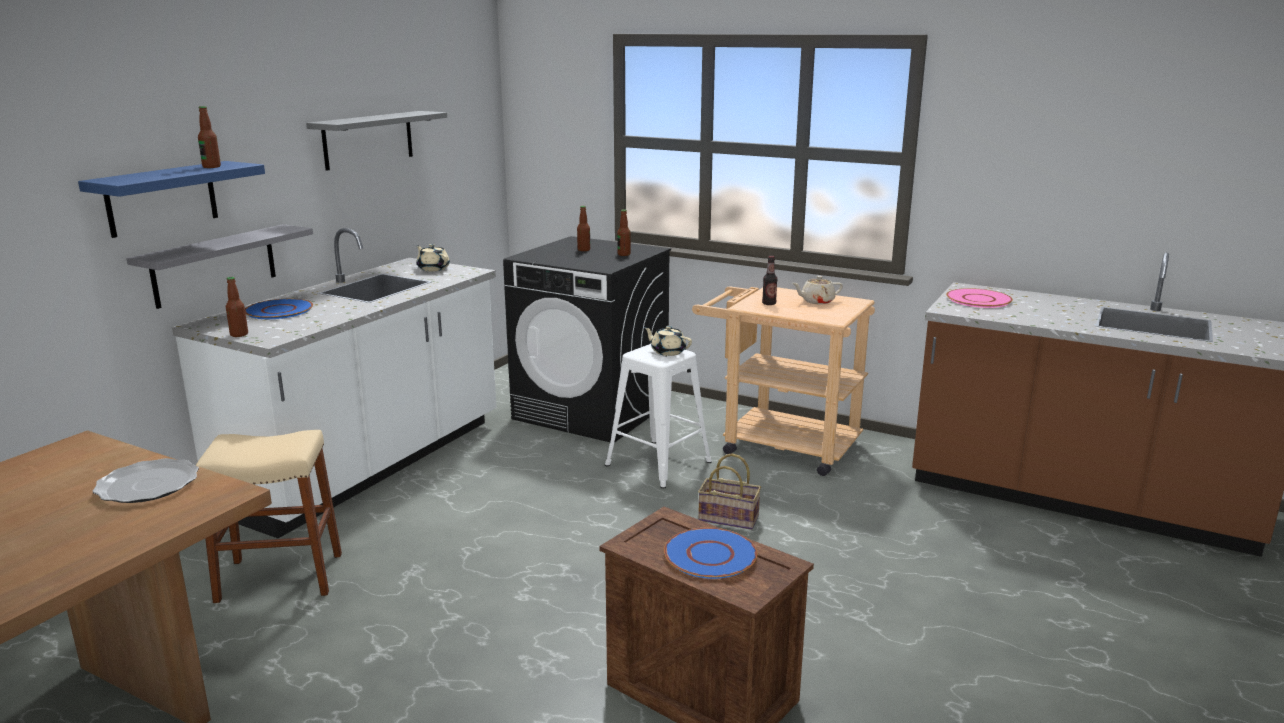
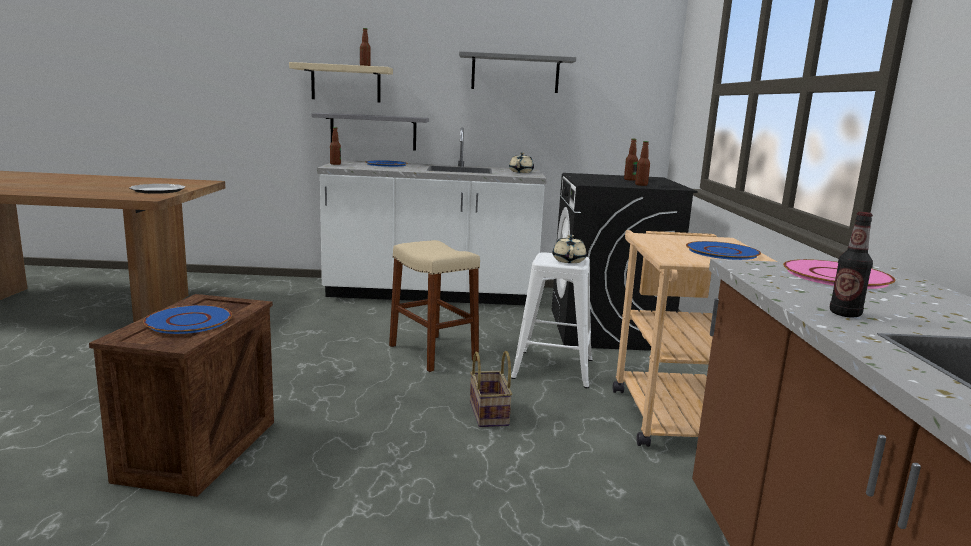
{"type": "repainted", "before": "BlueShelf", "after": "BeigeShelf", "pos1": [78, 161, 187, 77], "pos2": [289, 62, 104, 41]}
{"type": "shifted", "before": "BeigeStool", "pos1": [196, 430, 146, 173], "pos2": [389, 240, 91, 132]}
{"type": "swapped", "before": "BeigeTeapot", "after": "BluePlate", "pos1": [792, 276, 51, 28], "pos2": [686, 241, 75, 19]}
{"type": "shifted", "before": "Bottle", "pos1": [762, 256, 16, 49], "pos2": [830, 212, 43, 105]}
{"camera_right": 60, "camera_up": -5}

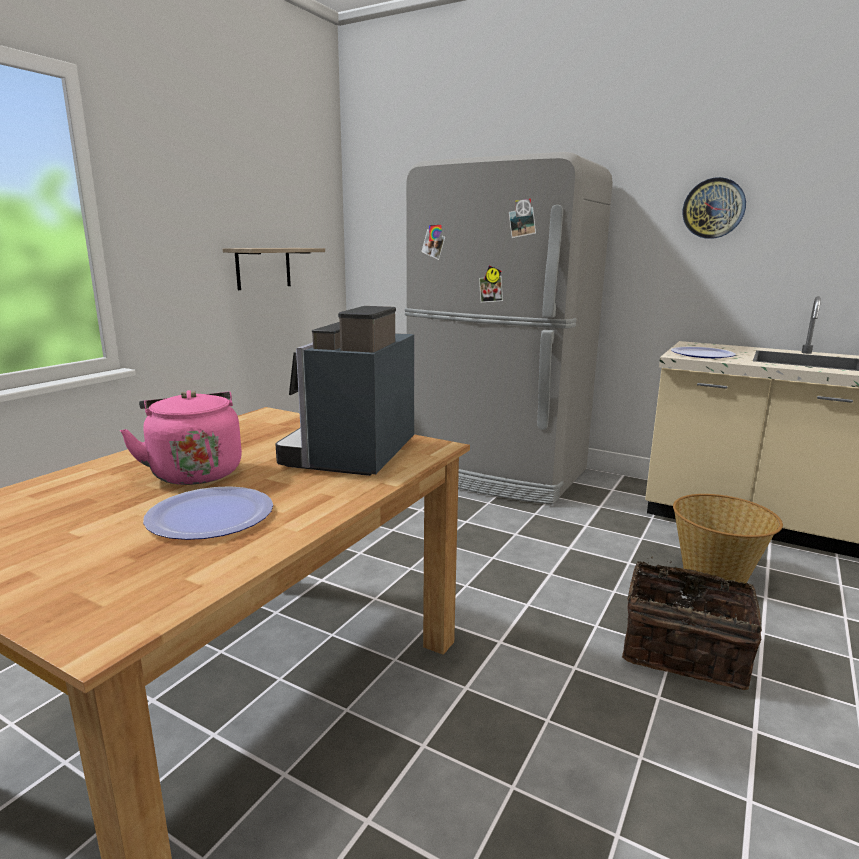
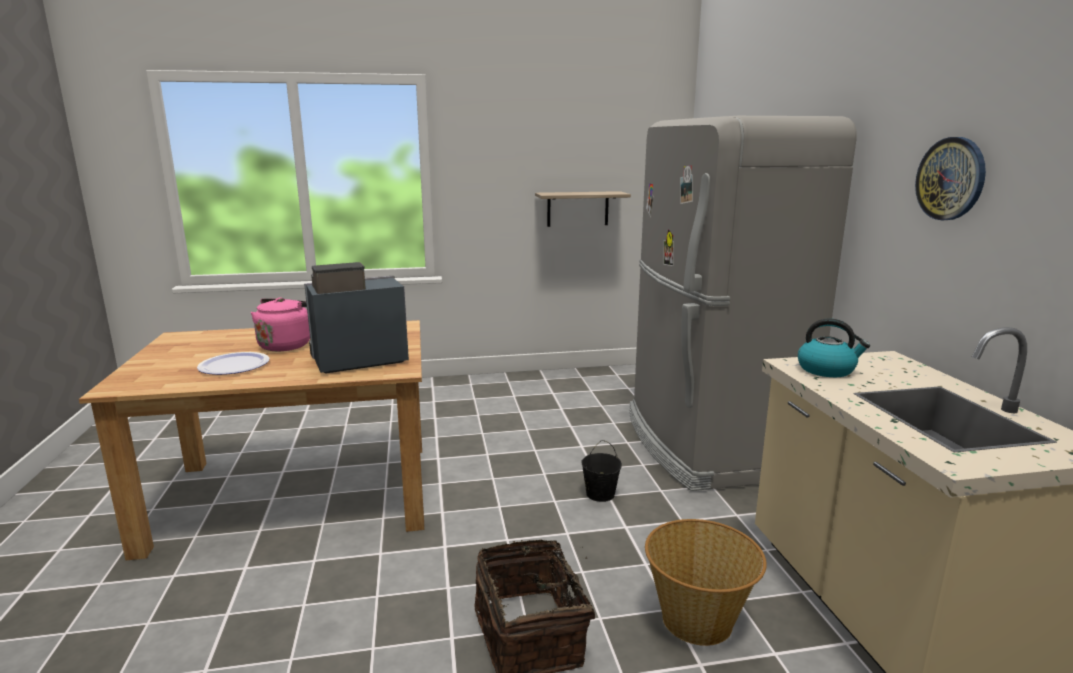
{"type": "new", "after": "BlackBucket", "pos2": [581, 440, 41, 62]}
{"type": "swapped", "before": "Plate", "after": "Kettle", "pos1": [671, 347, 65, 11], "pos2": [798, 318, 72, 59]}
{"camera_right": 50, "camera_up": 0}

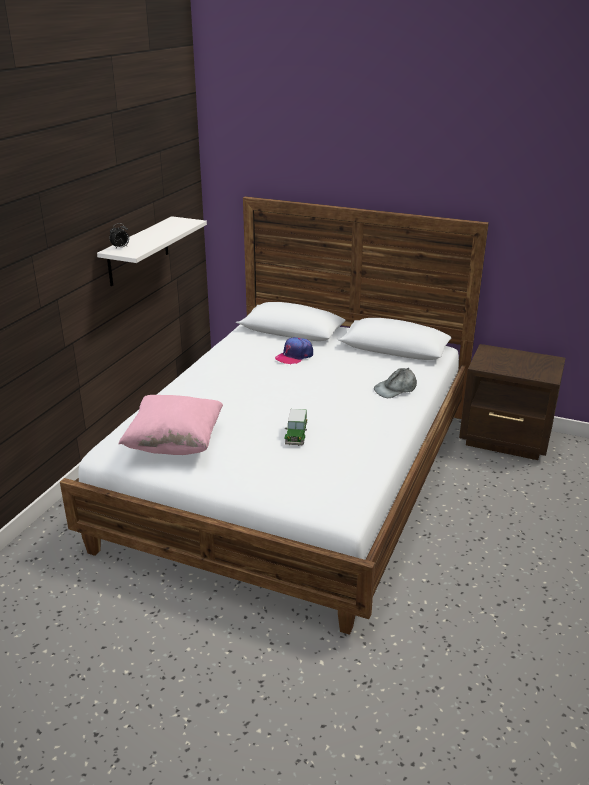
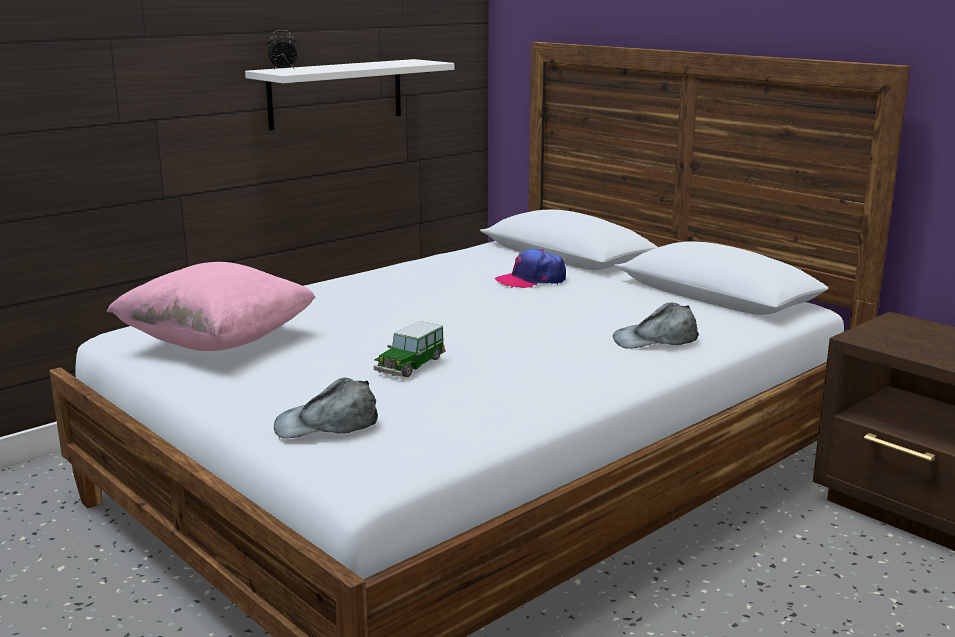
{"type": "new", "after": "GreyCap", "pos2": [274, 378, 104, 61]}
{"camera_right": 25, "camera_up": -10}

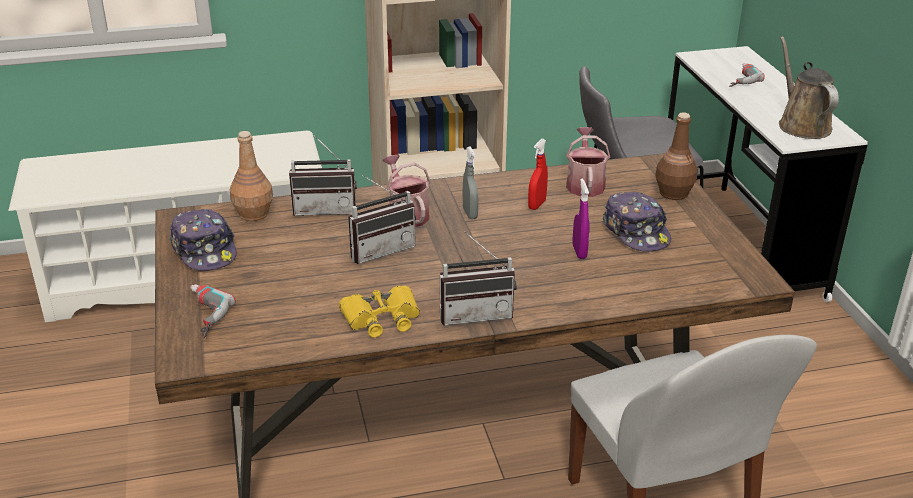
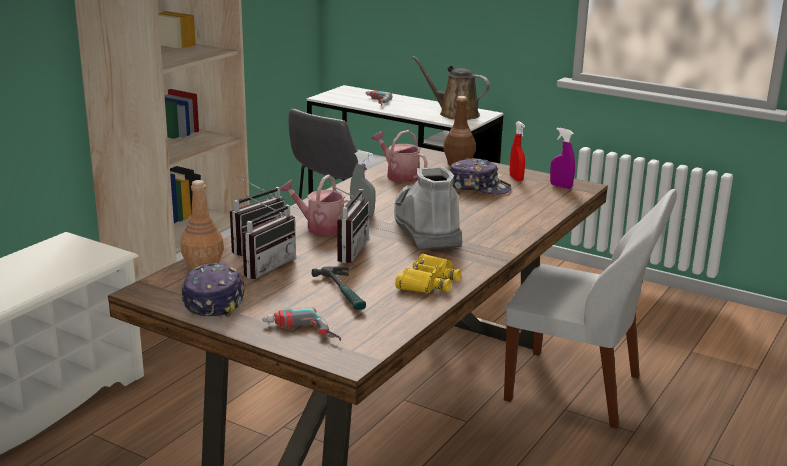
{"type": "rotated", "before": "Cap", "pos1": [169, 209, 68, 62], "pos2": [181, 263, 65, 54], "turn": -105}
{"type": "shifted", "before": "Radio", "pos1": [440, 231, 77, 94], "pos2": [242, 194, 54, 85]}
{"type": "new", "after": "Hammer", "pos2": [312, 266, 54, 44]}
{"type": "new", "after": "GreyBoot", "pos2": [394, 167, 68, 83]}
{"type": "shifted", "before": "RedSprayBottle", "pos1": [528, 139, 20, 71], "pos2": [510, 121, 15, 60]}
{"type": "shifted", "before": "PurpleSprayBottle", "pos1": [573, 178, 16, 81], "pos2": [550, 128, 25, 61]}
{"camera_right": -45, "camera_up": -10}

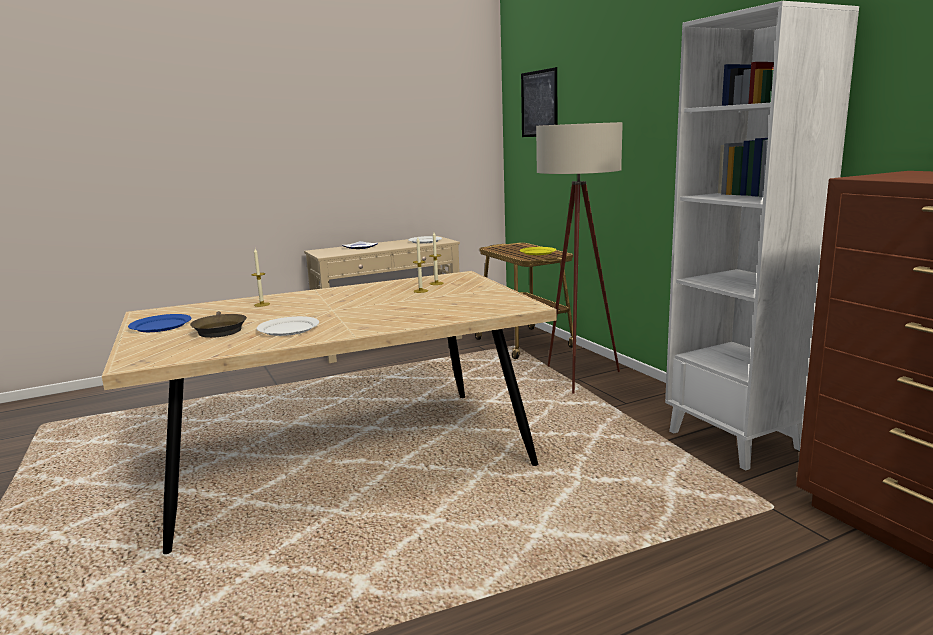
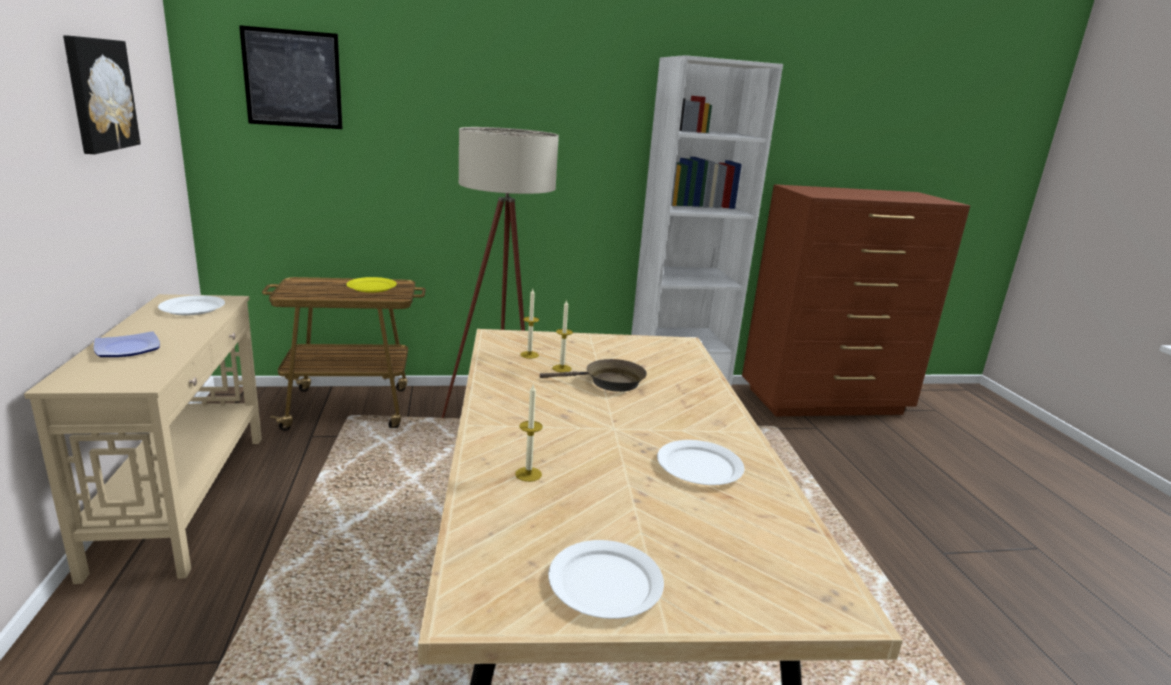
{"type": "new", "after": "Picture", "pos2": [63, 35, 78, 119]}
{"type": "shifted", "before": "BrownFryingPan", "pos1": [190, 311, 57, 27], "pos2": [540, 359, 107, 33]}
{"type": "repainted", "before": "BluePlate", "after": "WhitePlate", "pos1": [128, 314, 64, 18], "pos2": [548, 540, 116, 79]}
{"camera_right": -75, "camera_up": 5}

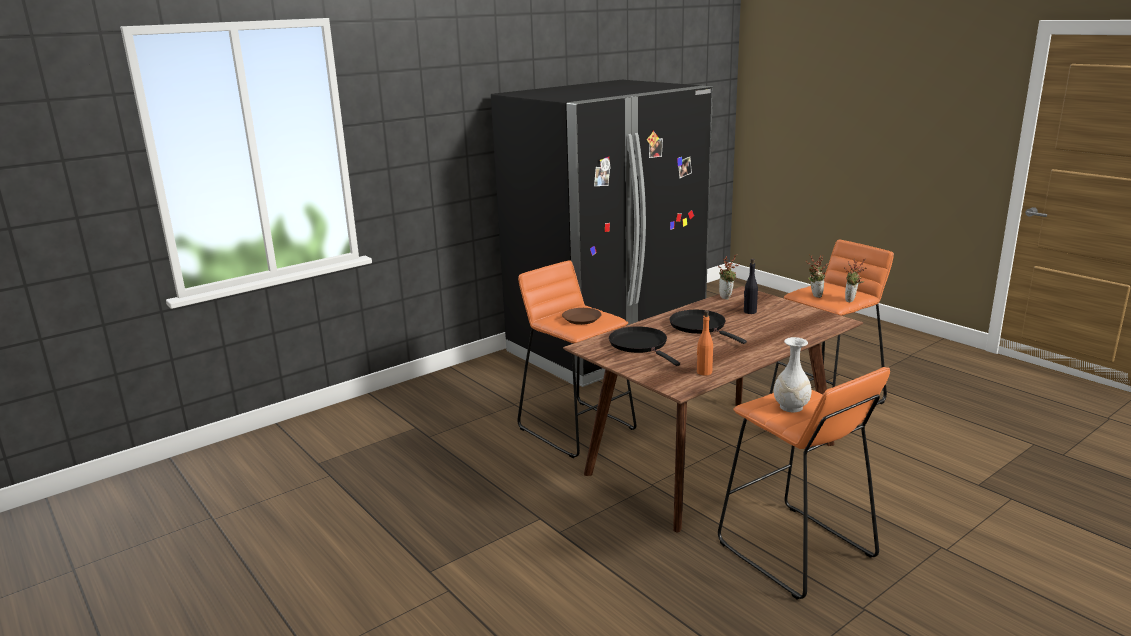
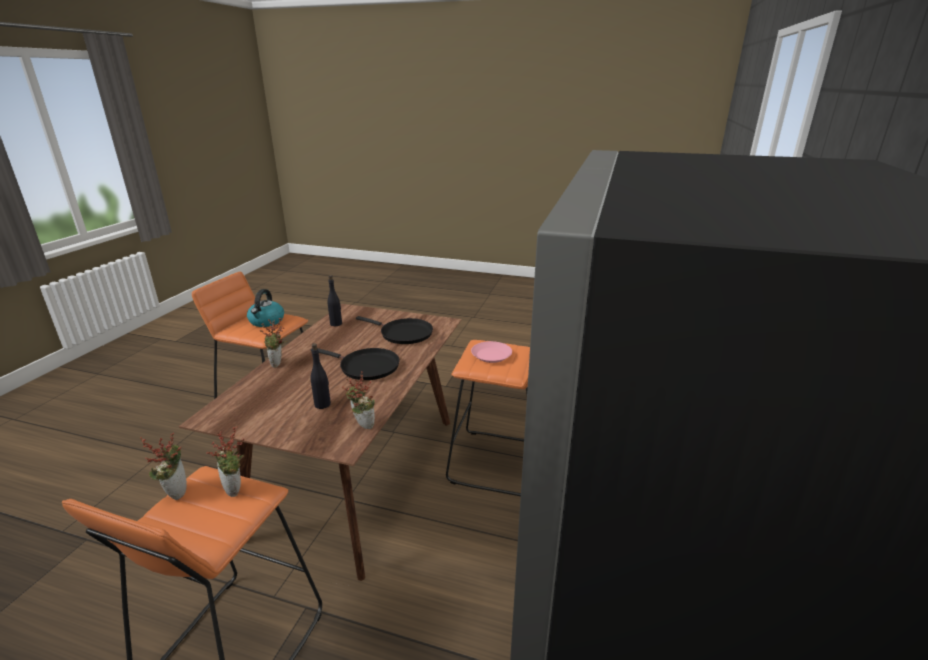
{"type": "swapped", "before": "WhiteVase", "after": "Kettle", "pos1": [774, 337, 38, 75], "pos2": [247, 289, 37, 38]}
{"type": "new", "after": "PottedPlant", "pos2": [260, 317, 27, 50]}
{"type": "repainted", "before": "OrangeBottle", "after": "BlackBottle", "pos1": [697, 310, 16, 65], "pos2": [327, 275, 15, 51]}
{"type": "repainted", "before": "BrownPlate", "after": "PinkPlate", "pos1": [562, 308, 40, 17], "pos2": [471, 341, 41, 22]}
{"camera_right": 145, "camera_up": 5}

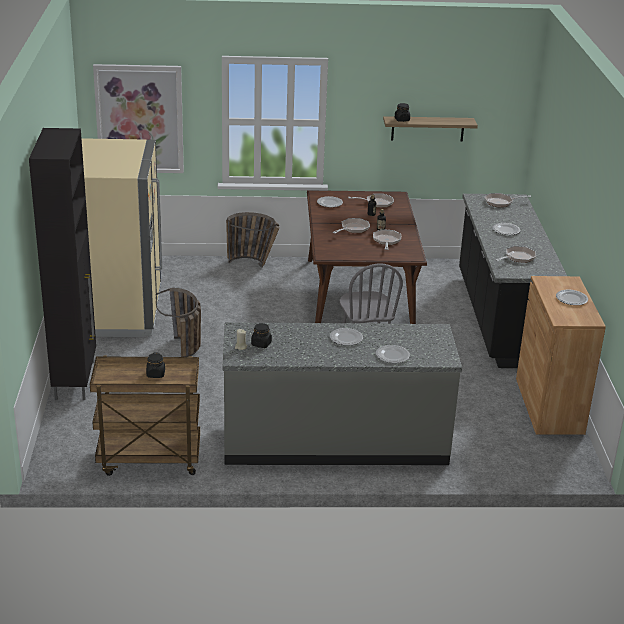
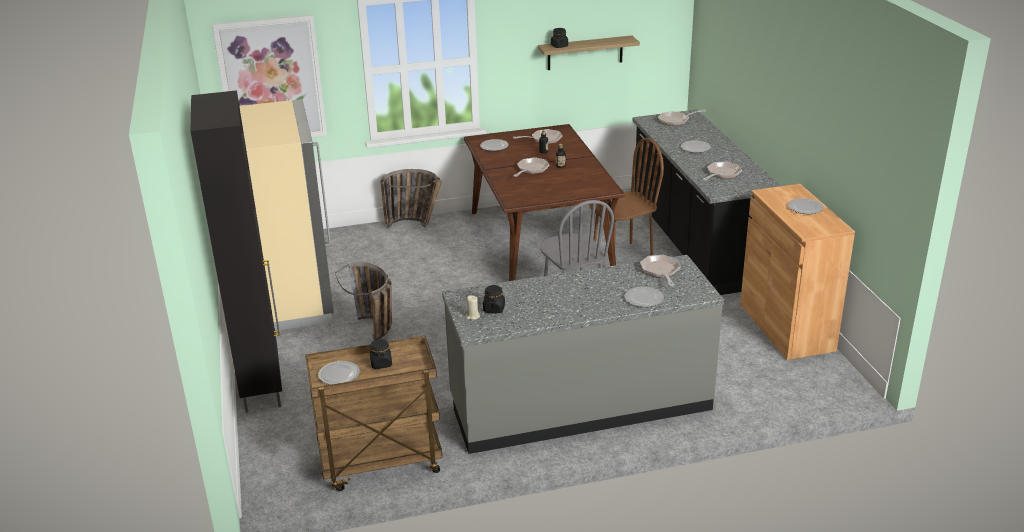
{"type": "shifted", "before": "Plate", "pos1": [330, 328, 33, 18], "pos2": [318, 361, 42, 24]}
{"type": "new", "after": "BrownChair", "pos2": [589, 138, 75, 117]}
{"type": "shifted", "before": "FryingPan", "pos1": [373, 229, 28, 21], "pos2": [640, 255, 41, 31]}
{"camera_right": -10, "camera_up": 0}

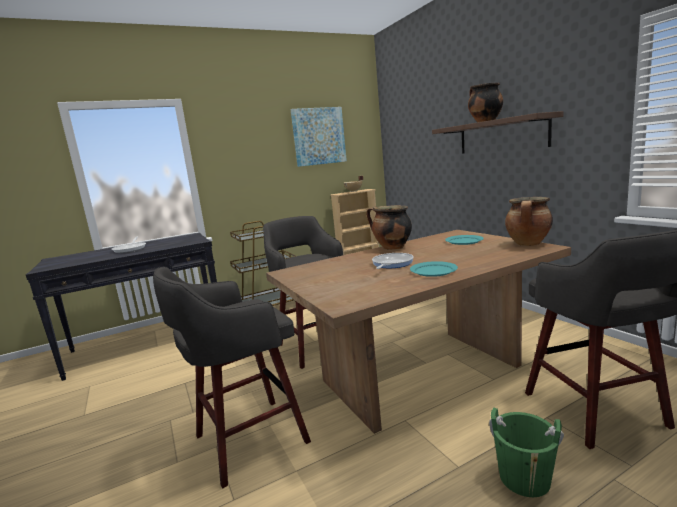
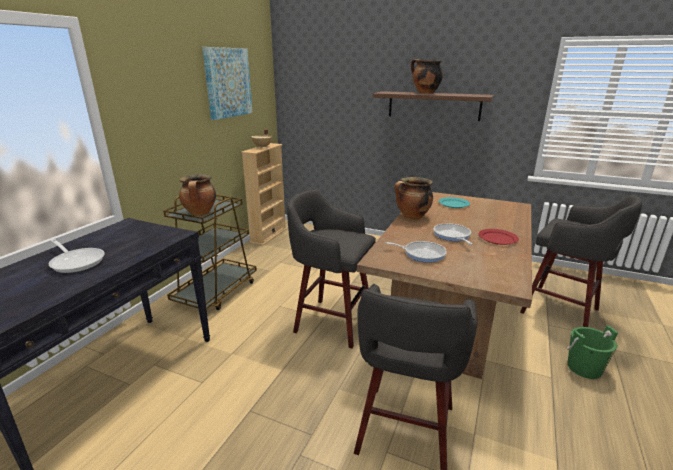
{"type": "shifted", "before": "CookingPot", "pos1": [505, 197, 48, 49], "pos2": [179, 174, 37, 42]}
{"type": "new", "after": "FryingPan", "pos2": [385, 241, 62, 22]}
{"type": "repainted", "before": "TurquoisePlate", "after": "RedPlate", "pos1": [410, 261, 48, 16], "pos2": [478, 229, 41, 16]}
{"camera_right": -40, "camera_up": 10}

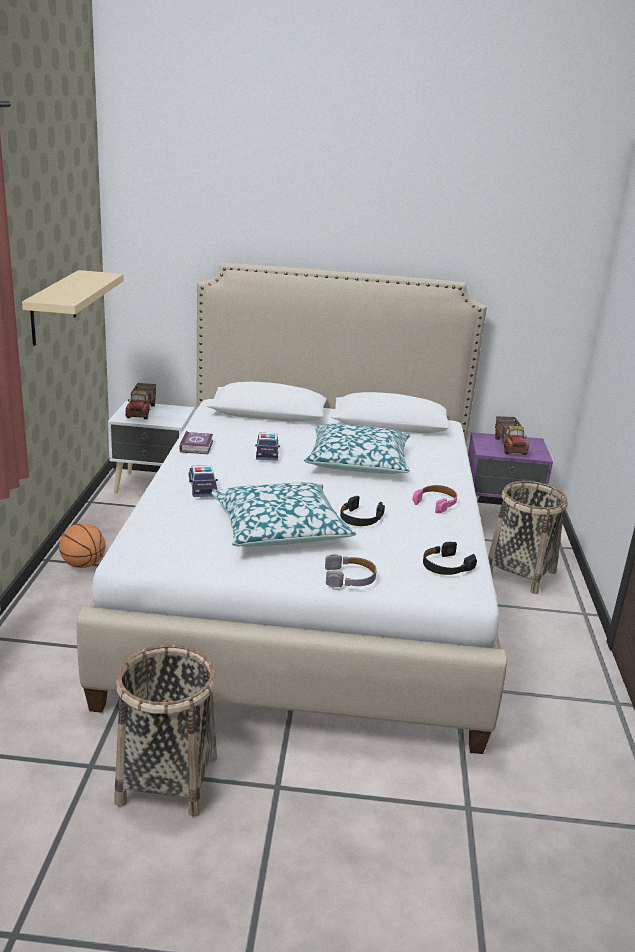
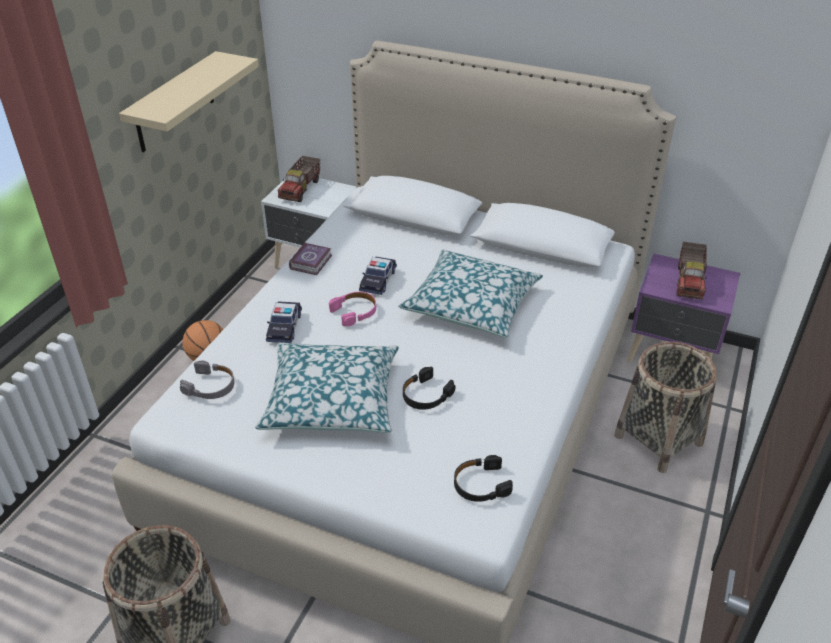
{"type": "shifted", "before": "GreyHeadphones", "pos1": [325, 555, 52, 32], "pos2": [180, 360, 54, 39]}
{"type": "shifted", "before": "PinkHeadphones", "pos1": [413, 485, 44, 28], "pos2": [329, 292, 47, 34]}
{"camera_right": 20, "camera_up": 15}

